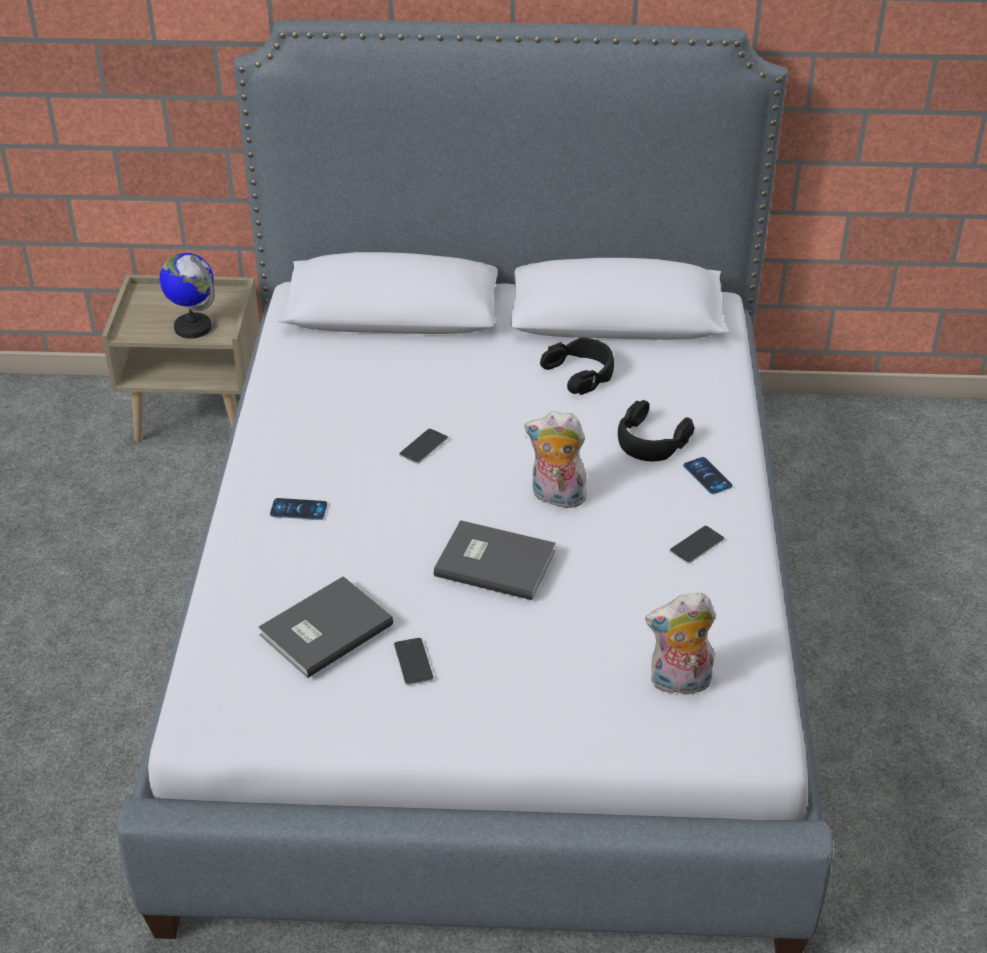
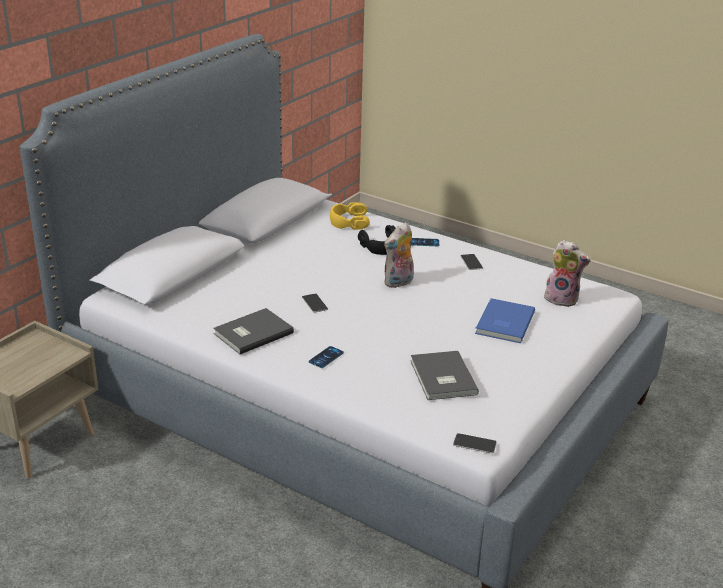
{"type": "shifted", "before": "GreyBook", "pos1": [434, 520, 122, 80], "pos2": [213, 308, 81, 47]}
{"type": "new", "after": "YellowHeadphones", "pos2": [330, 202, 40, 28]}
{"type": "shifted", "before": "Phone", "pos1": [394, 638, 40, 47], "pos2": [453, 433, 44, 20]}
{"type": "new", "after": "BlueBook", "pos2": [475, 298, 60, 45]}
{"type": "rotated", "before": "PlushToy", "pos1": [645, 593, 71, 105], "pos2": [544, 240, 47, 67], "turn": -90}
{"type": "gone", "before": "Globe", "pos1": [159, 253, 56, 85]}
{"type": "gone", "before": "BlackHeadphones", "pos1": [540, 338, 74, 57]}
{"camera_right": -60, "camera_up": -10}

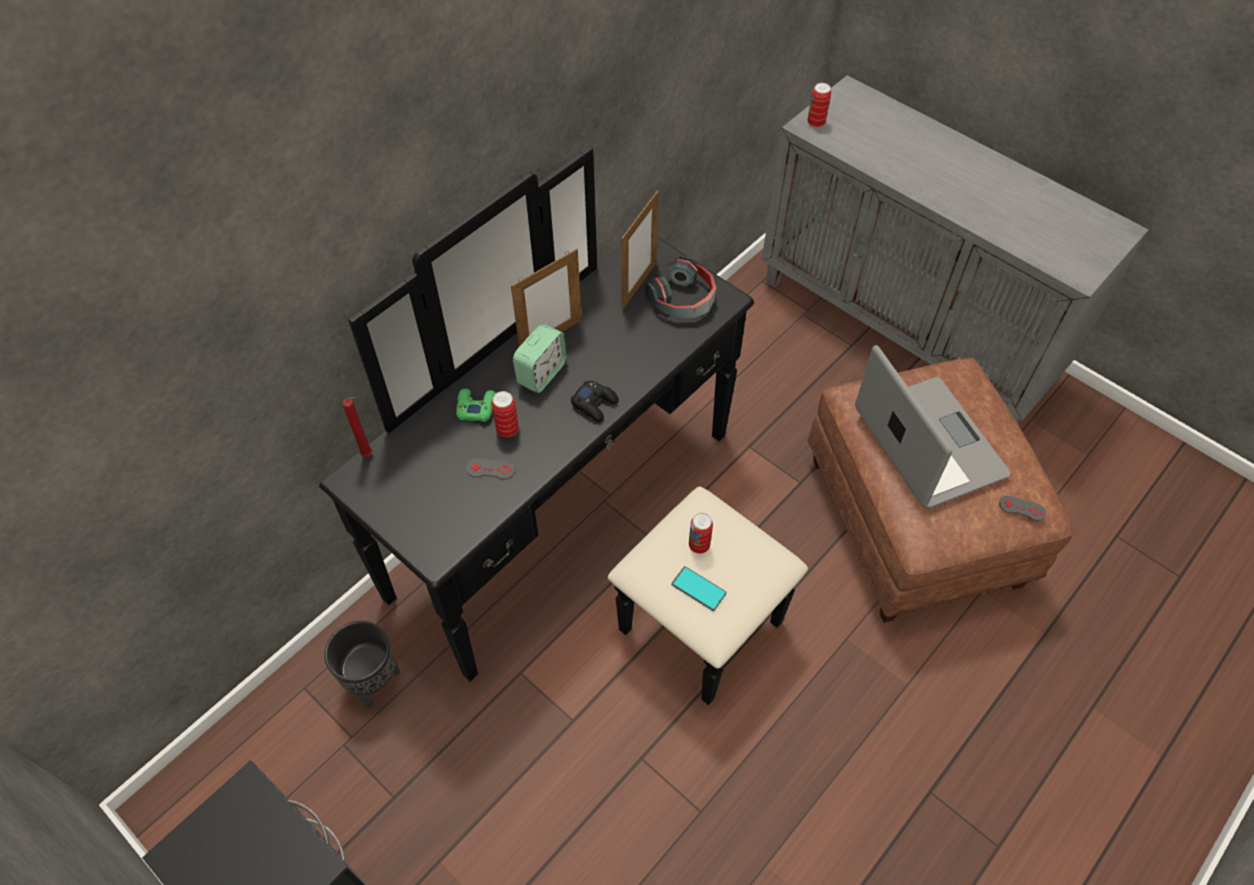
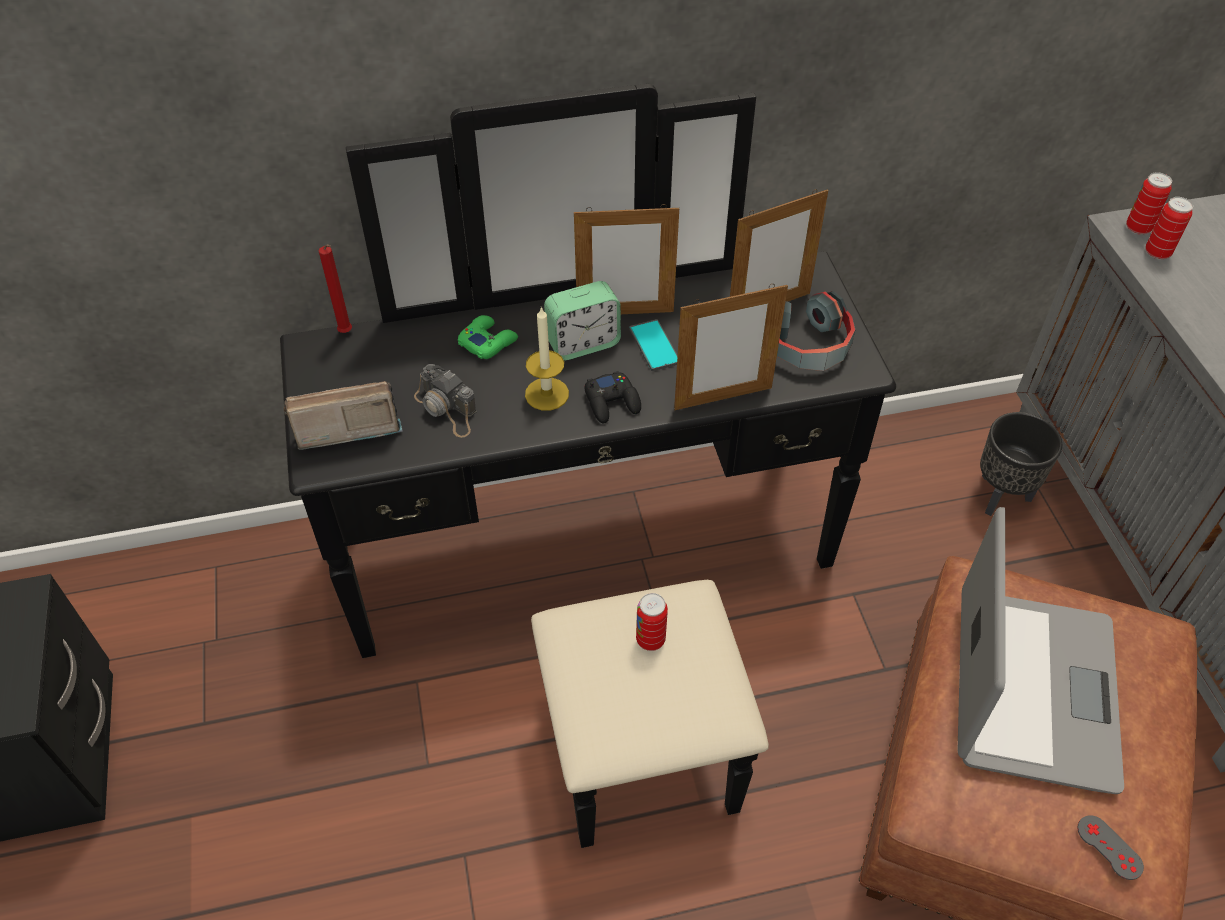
{"type": "new", "after": "Radio", "pos2": [284, 381, 119, 69]}
{"type": "swapped", "before": "GreyGameController", "after": "PhotoCamera", "pos1": [466, 458, 49, 22], "pos2": [414, 364, 63, 74]}
{"type": "new", "after": "Candle", "pos2": [525, 307, 44, 104]}
{"type": "shifted", "before": "Phone", "pos1": [671, 566, 56, 45], "pos2": [629, 319, 49, 52]}
{"type": "new", "after": "PictureFrame", "pos2": [674, 284, 114, 126]}
{"type": "shifted", "before": "BlackPlanter", "pos1": [324, 621, 76, 87], "pos2": [980, 412, 82, 104]}
{"type": "shifted", "before": "Can", "pos1": [492, 391, 27, 46], "pos2": [1145, 197, 48, 62]}
{"camera_right": 35, "camera_up": -5}

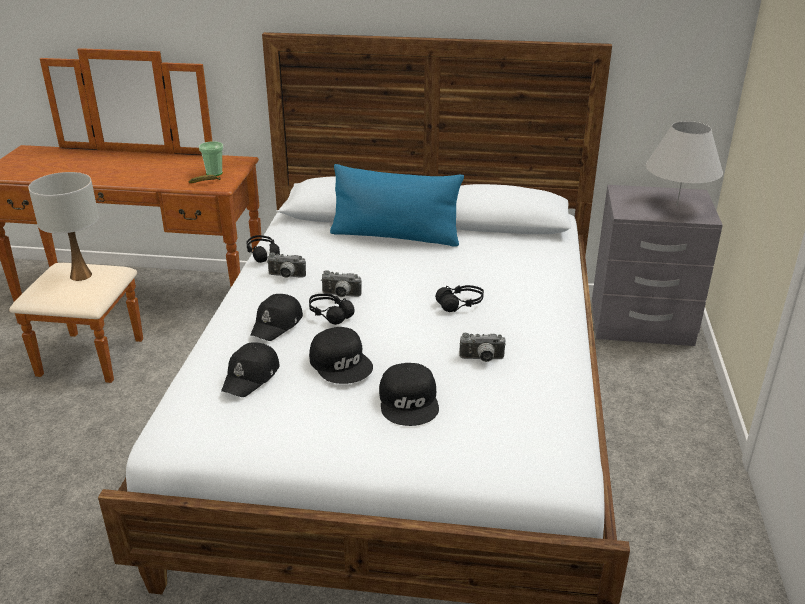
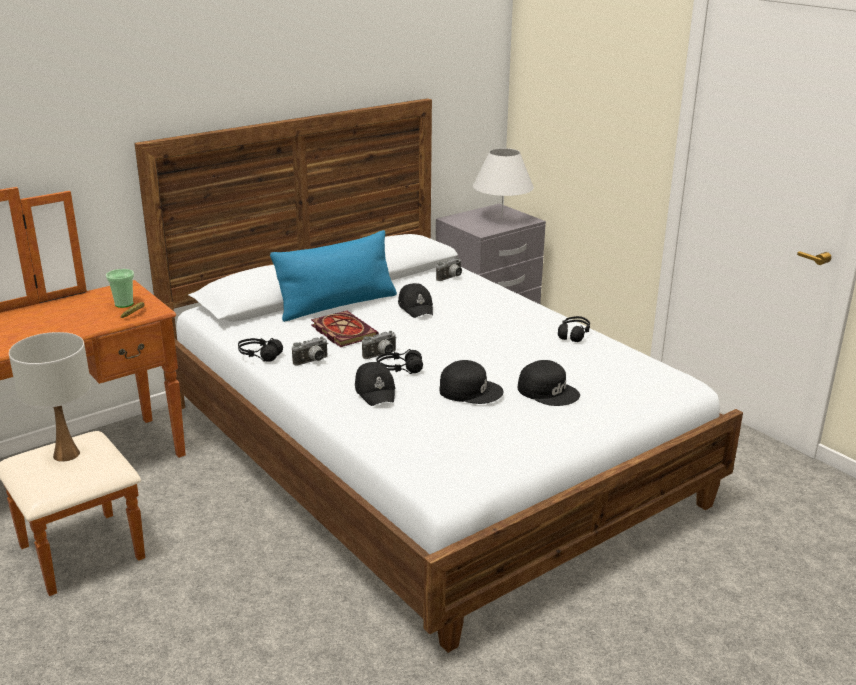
{"type": "new", "after": "Book", "pos2": [311, 311, 68, 36]}
{"type": "shifted", "before": "BlackCap", "pos1": [221, 342, 59, 55], "pos2": [398, 283, 35, 35]}
{"type": "shifted", "before": "PhotoCamera", "pos1": [459, 333, 47, 29], "pos2": [436, 257, 26, 24]}
{"type": "shifted", "before": "BlackHeadphones", "pos1": [435, 285, 49, 27], "pos2": [558, 316, 32, 26]}
{"camera_right": -45, "camera_up": -5}

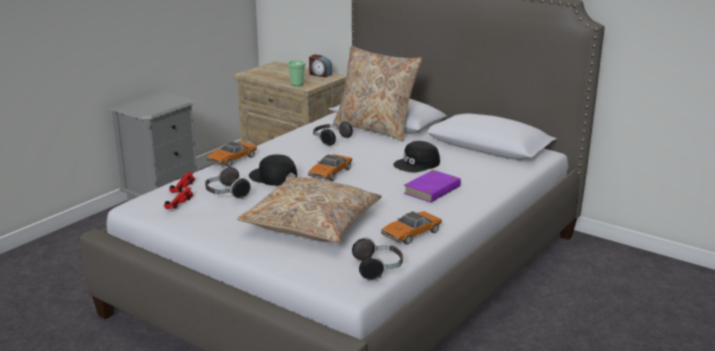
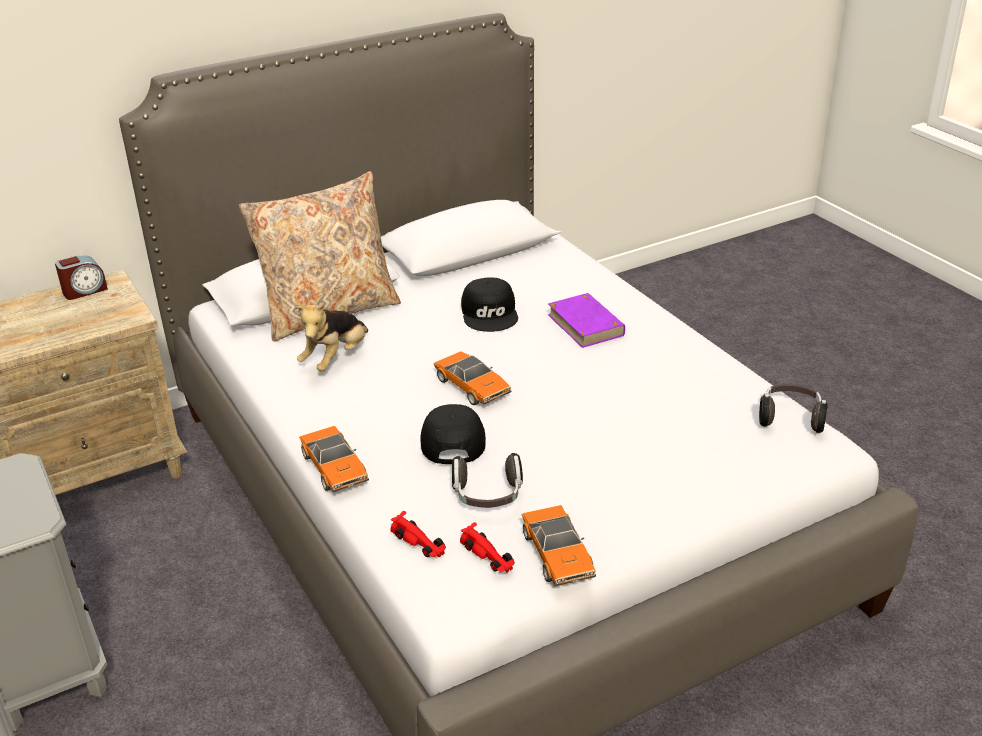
{"type": "swapped", "before": "Headphones", "after": "PlushToy", "pos1": [313, 120, 40, 26], "pos2": [296, 302, 72, 69]}
{"type": "rotated", "before": "BlackCap", "pos1": [249, 154, 48, 32], "pos2": [420, 404, 66, 60], "turn": 120}
{"type": "shifted", "before": "ToyCar", "pos1": [381, 211, 61, 34], "pos2": [521, 505, 75, 81]}
{"type": "gone", "before": "BeigePillow", "pos1": [237, 177, 145, 66]}
{"type": "gone", "before": "Cup", "pos1": [287, 60, 19, 26]}
{"camera_right": -65, "camera_up": 10}

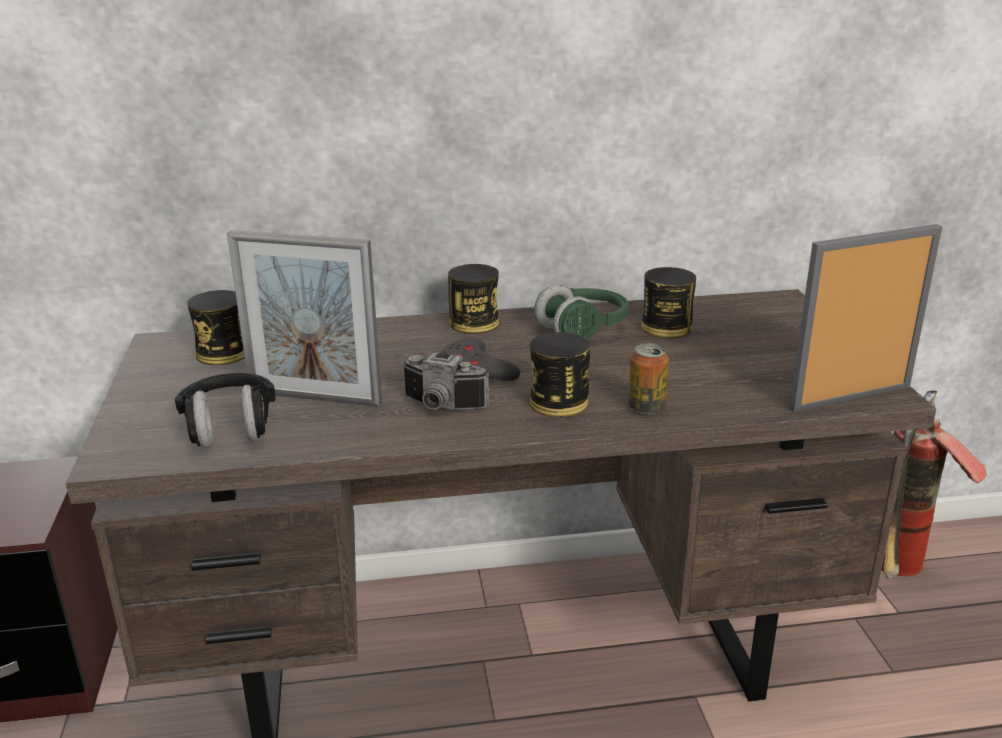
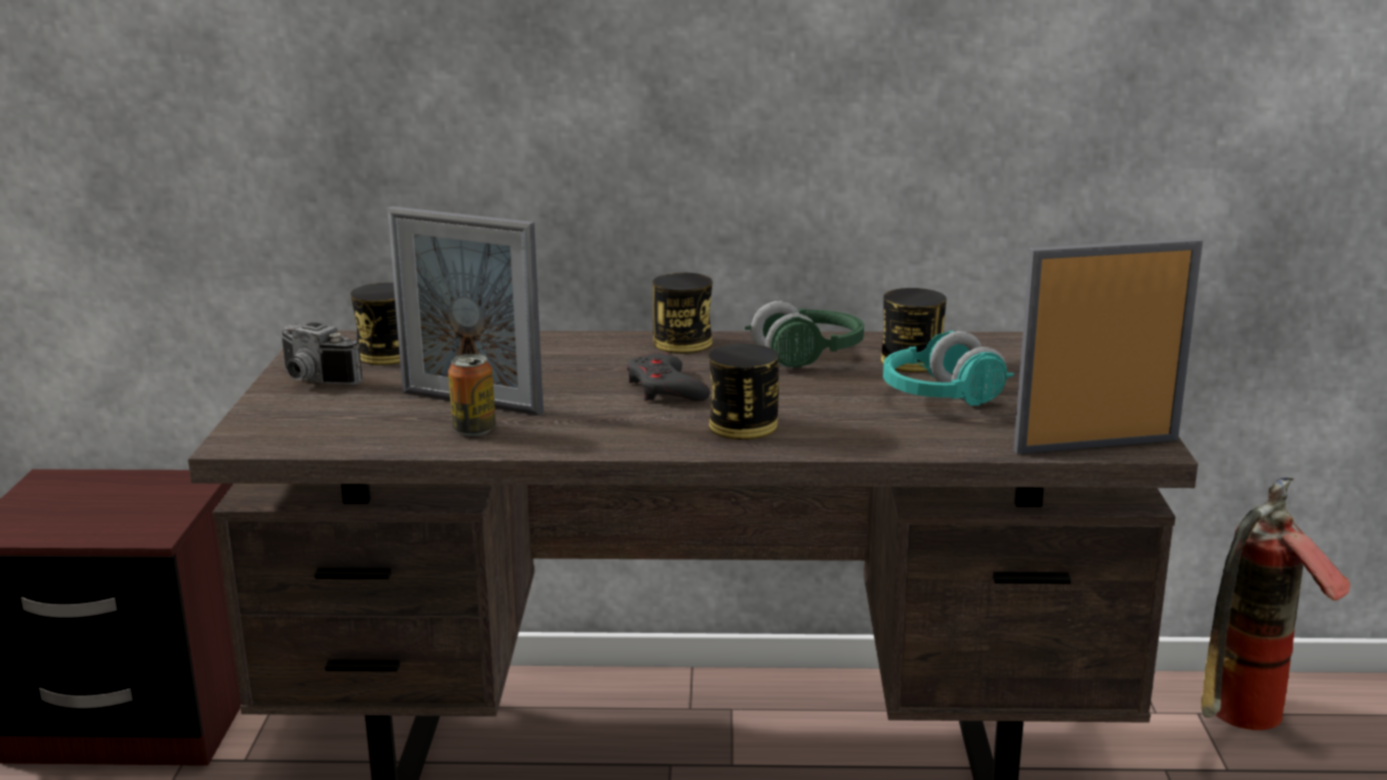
{"type": "shifted", "before": "PhotoCamera", "pos1": [402, 352, 88, 58], "pos2": [282, 322, 81, 63]}
{"type": "shifted", "before": "Can", "pos1": [629, 343, 40, 71], "pos2": [448, 354, 48, 82]}
{"type": "new", "after": "TurquoiseHeadphones", "pos2": [883, 331, 131, 75]}
{"type": "gone", "before": "BlackHeadphones", "pos1": [175, 373, 101, 75]}
{"camera_right": 10, "camera_up": -5}

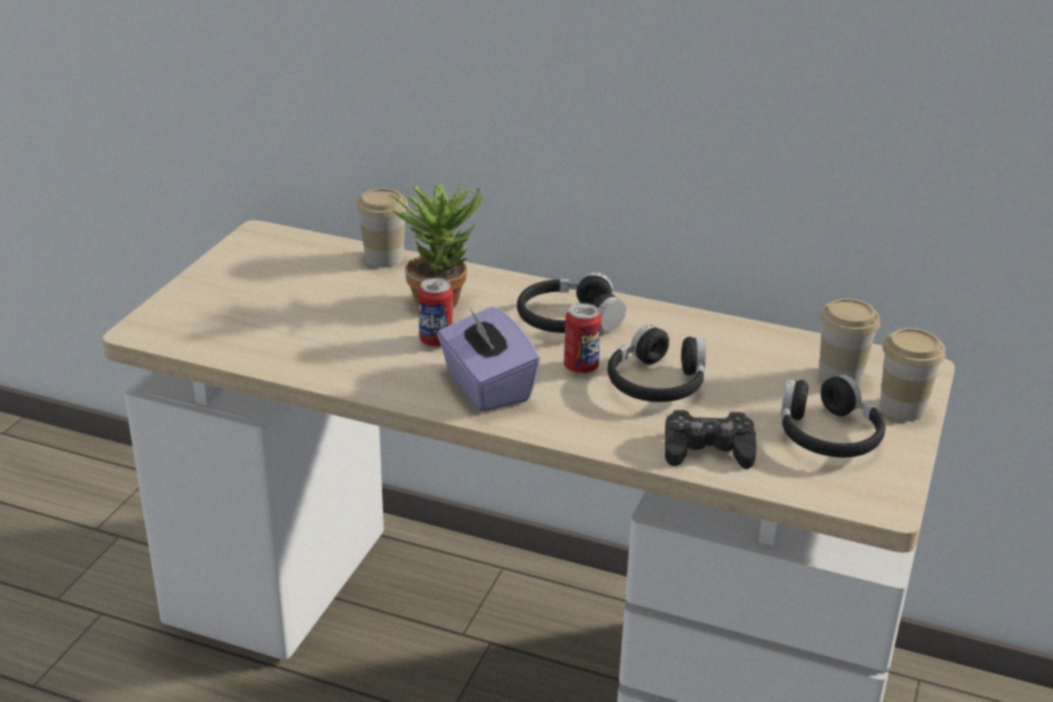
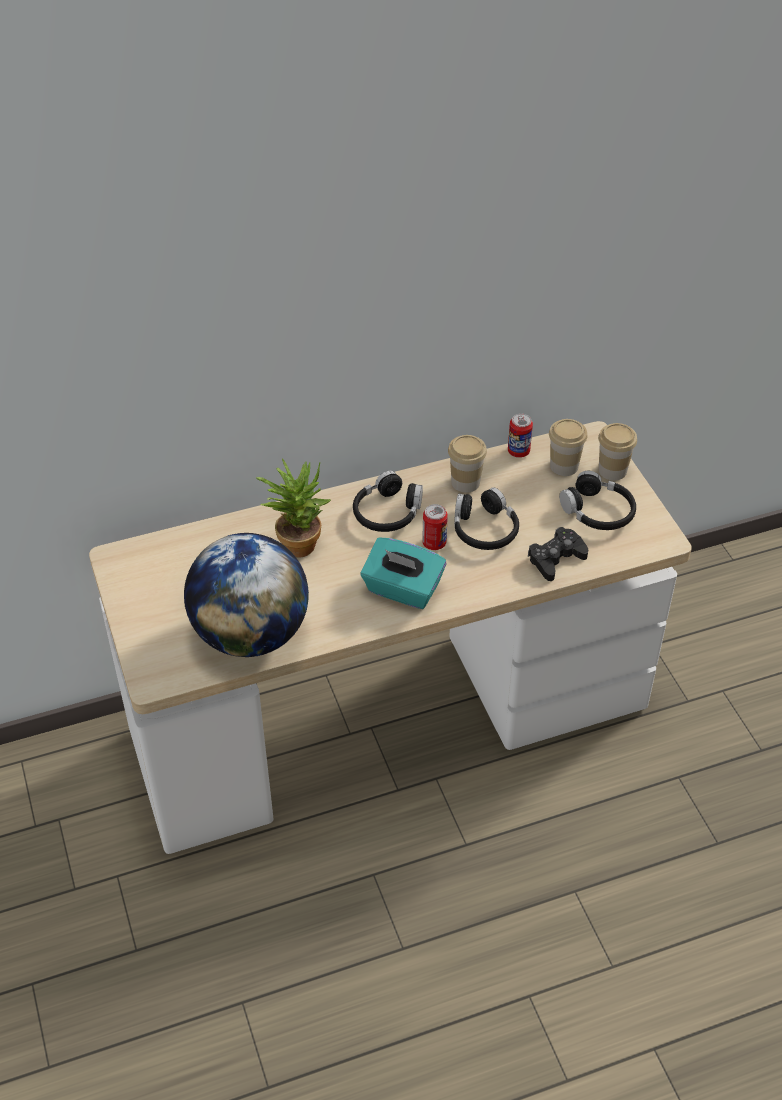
{"type": "new", "after": "Globe", "pos2": [184, 533, 125, 124]}
{"type": "repainted", "before": "PurpleTissueBox", "after": "TurquoiseTissueBox", "pos1": [437, 306, 103, 106], "pos2": [361, 538, 85, 71]}
{"type": "shifted", "before": "Cup", "pos1": [356, 188, 52, 79], "pos2": [448, 435, 39, 58]}
{"type": "shifted", "before": "Can", "pos1": [418, 278, 35, 69], "pos2": [508, 413, 25, 45]}
{"camera_right": -40, "camera_up": 15}

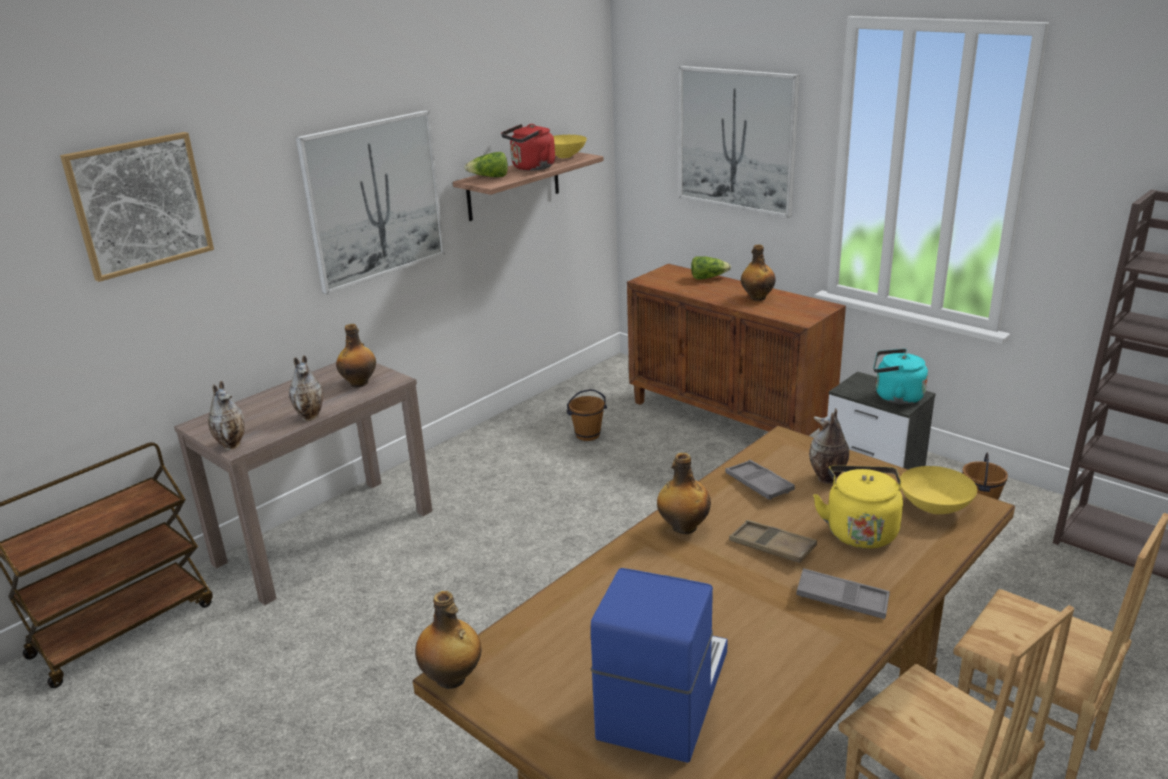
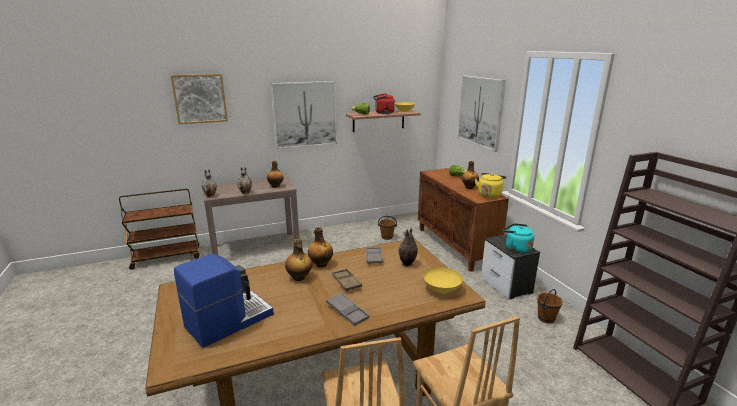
{"type": "shifted", "before": "Bottle", "pos1": [415, 591, 67, 98], "pos2": [285, 239, 27, 42]}
{"type": "shifted", "before": "YellowKettle", "pos1": [813, 465, 90, 84], "pos2": [475, 173, 31, 25]}
{"camera_right": 25, "camera_up": -5}

